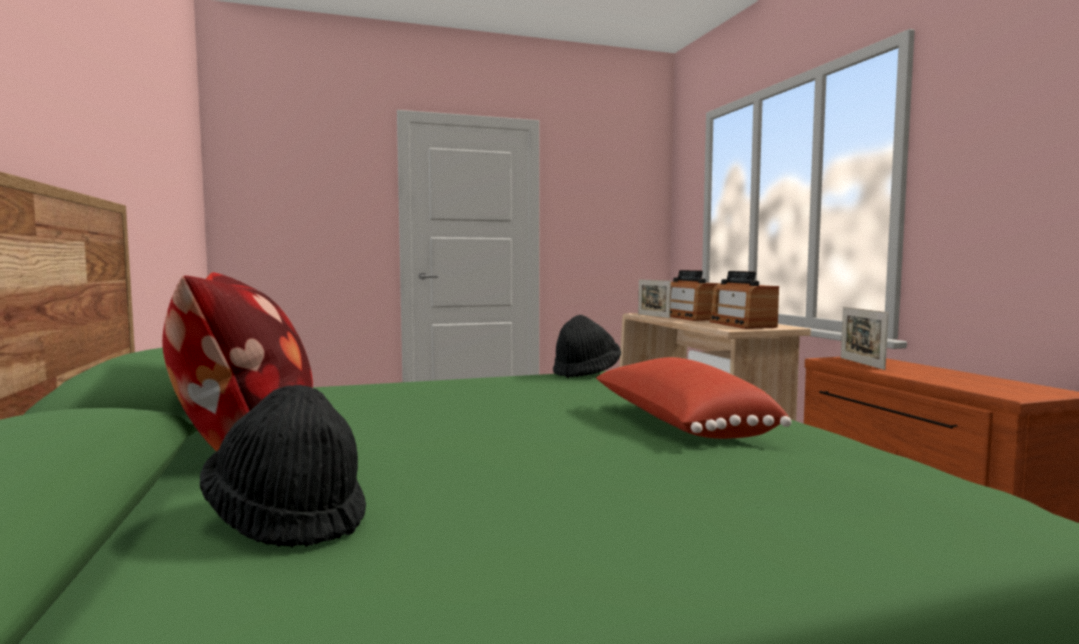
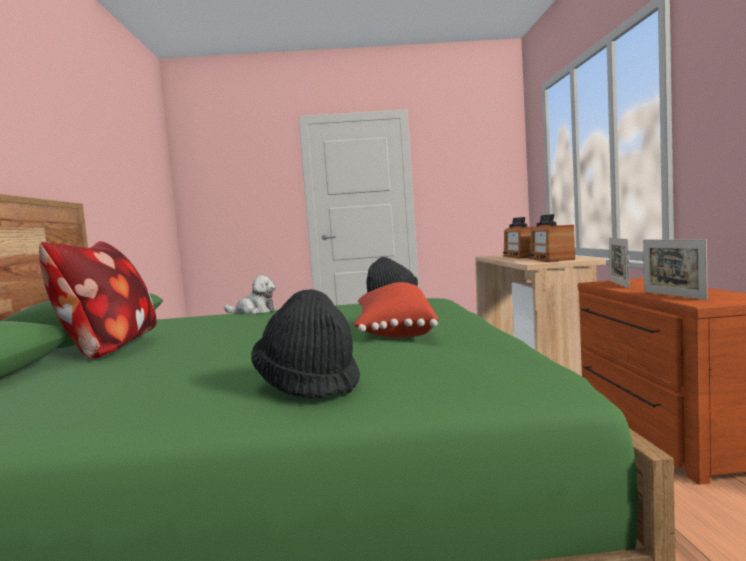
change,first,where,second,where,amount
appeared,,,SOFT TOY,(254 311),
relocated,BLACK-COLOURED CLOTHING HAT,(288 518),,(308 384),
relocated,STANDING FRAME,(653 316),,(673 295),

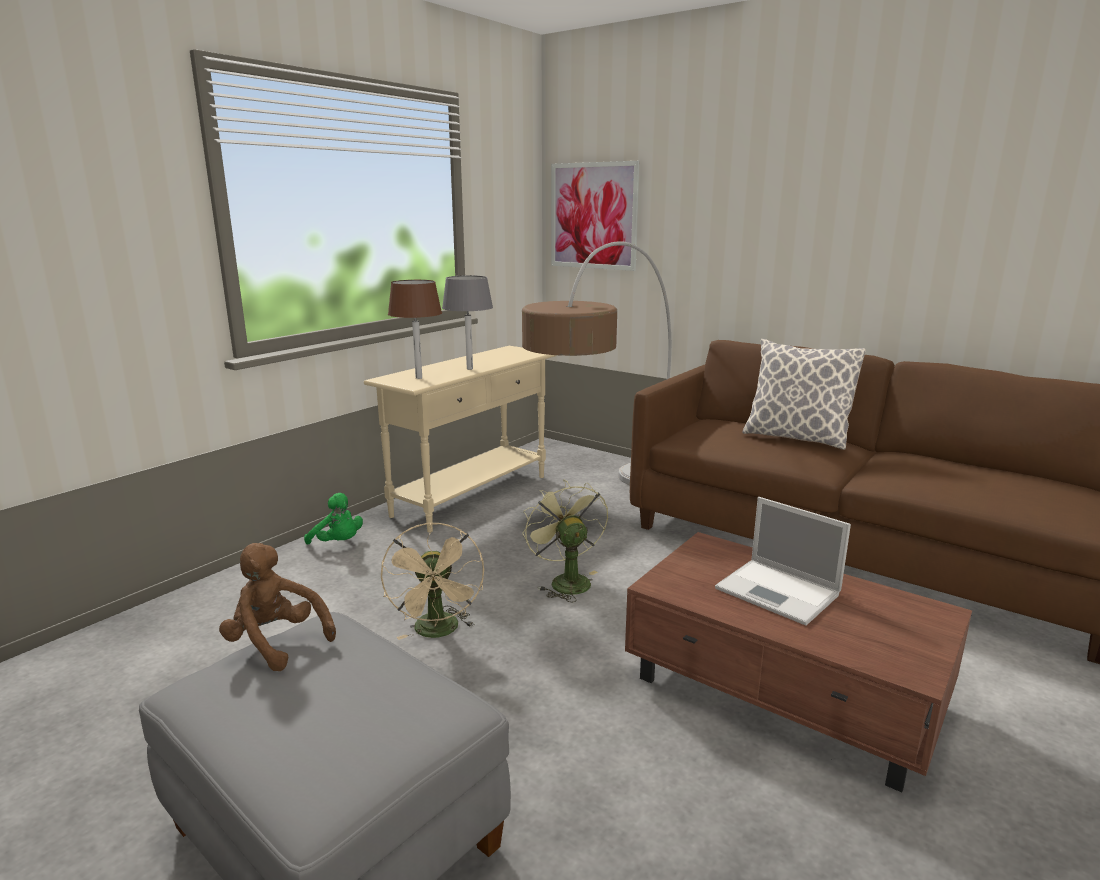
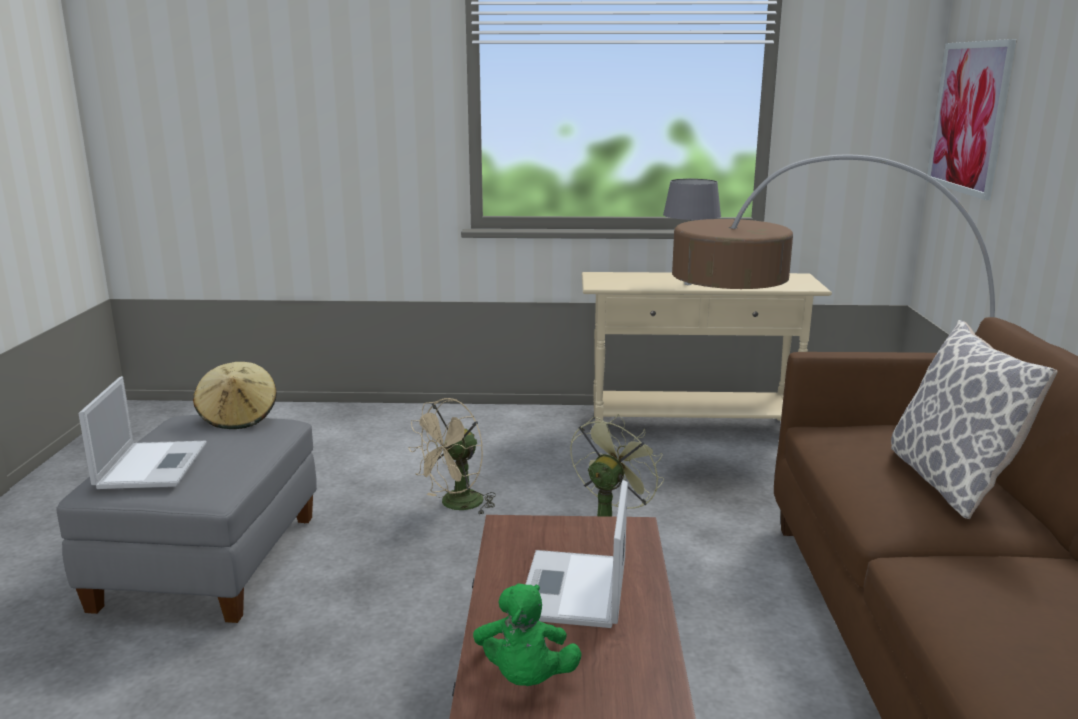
change,first,where,second,where,amount
appeared,,,NOTEBOOK COMPUTER,(152 465),
exchanged,BROWN SOFT TOY,(276 642),BEIGE-COLOURED CLOTHING HAT,(238 417),
relocated,GREENISH SOFT TOY,(338 543),,(525 678),
missing,BROWN TABLE LAMP,(419 378),,,

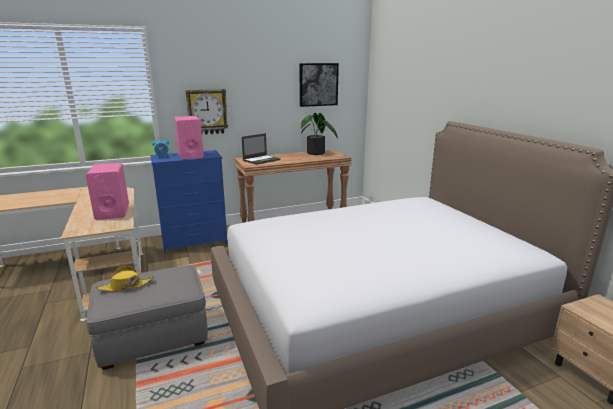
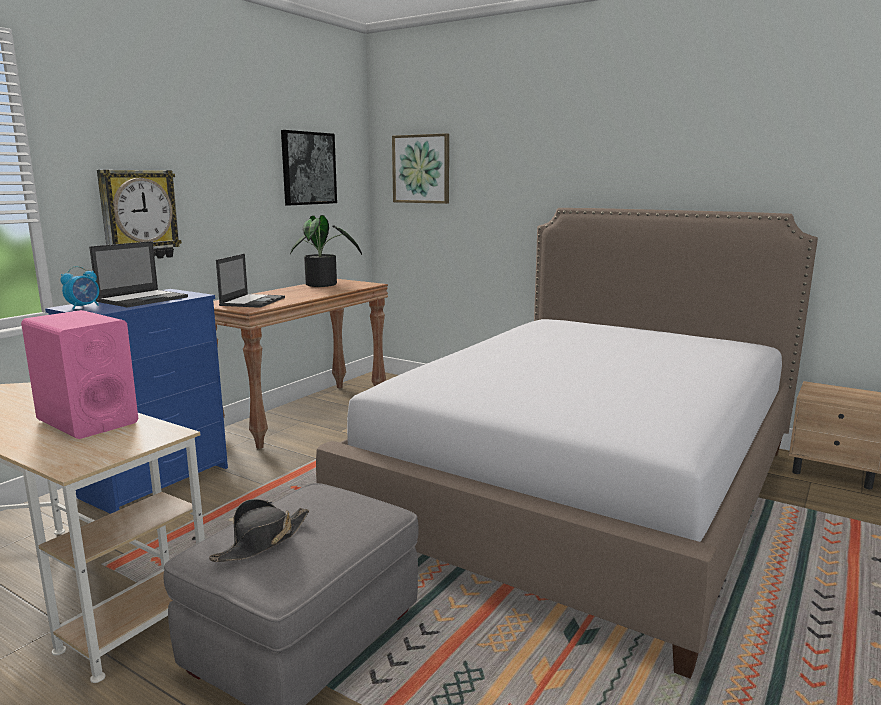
change,first,where,second,where,amount
exchanged,PINK-COLOURED AUDIO SPEAKER,(190 155),NOTEBOOK COMPUTER,(143 299),
colour,YELLOW-COLOURED CLOTHING HAT,(125 286),BLACK-COLOURED CLOTHING HAT,(262 541),
appeared,,,WALL PICTURE,(421 169),

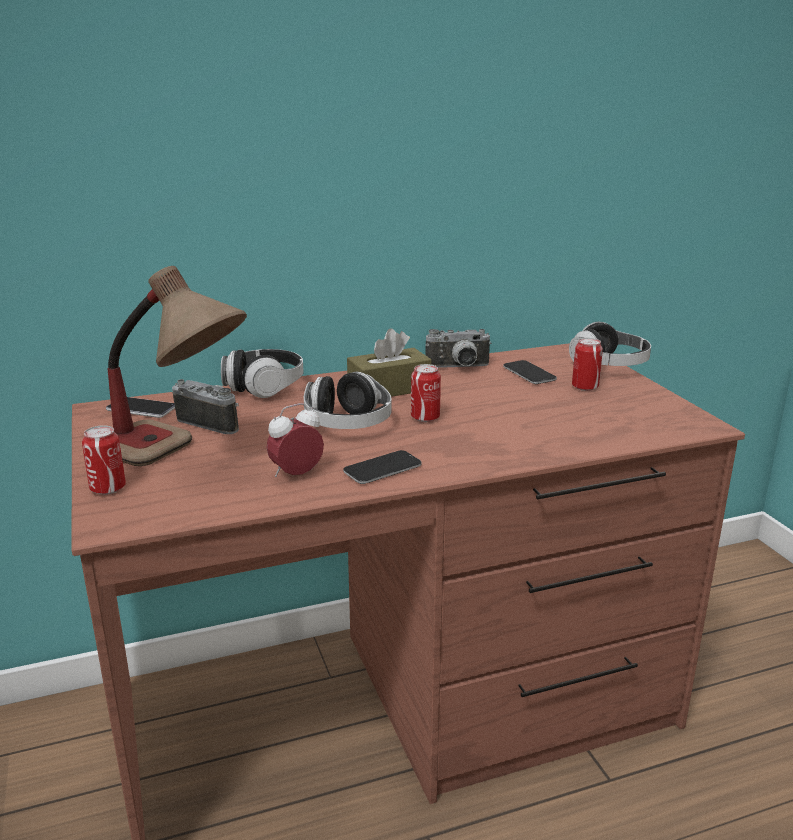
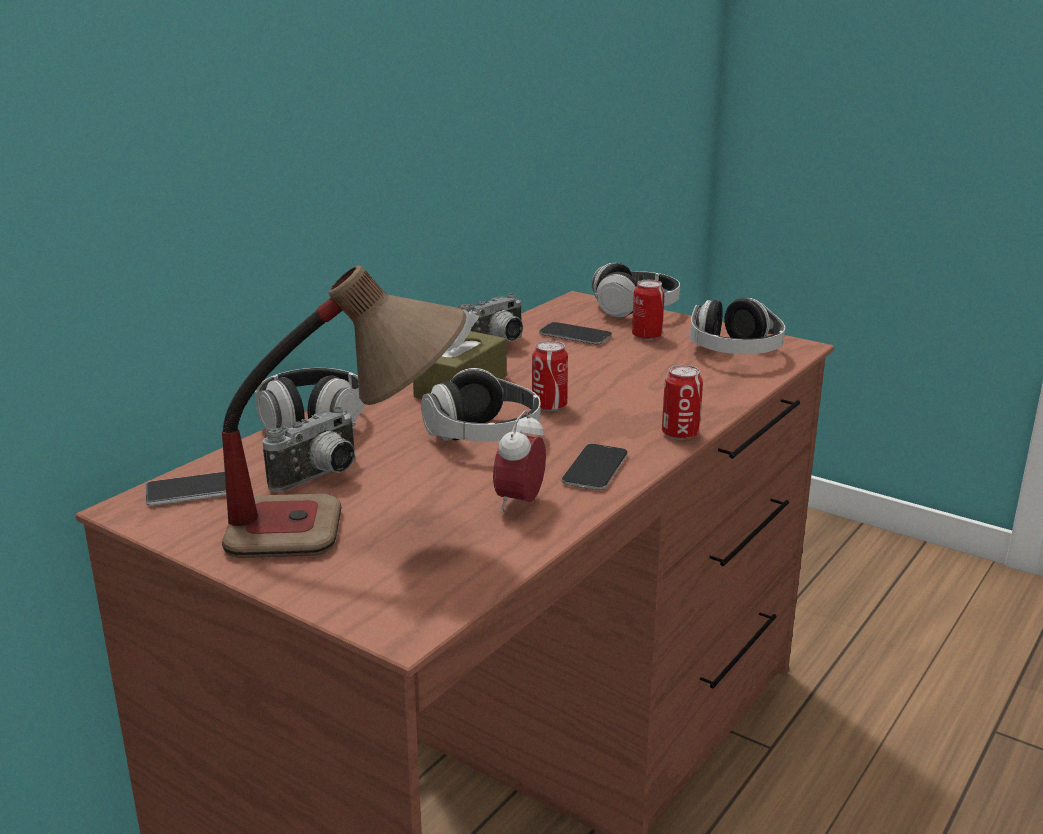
change,first,where,second,where,amount
spun,STILL CAMERA,(213 422),,(321 477),135 degrees clockwise
relocated,CAN,(108 488),,(680 434),
appeared,,,PAIR OF HEADPHONES,(734 353),

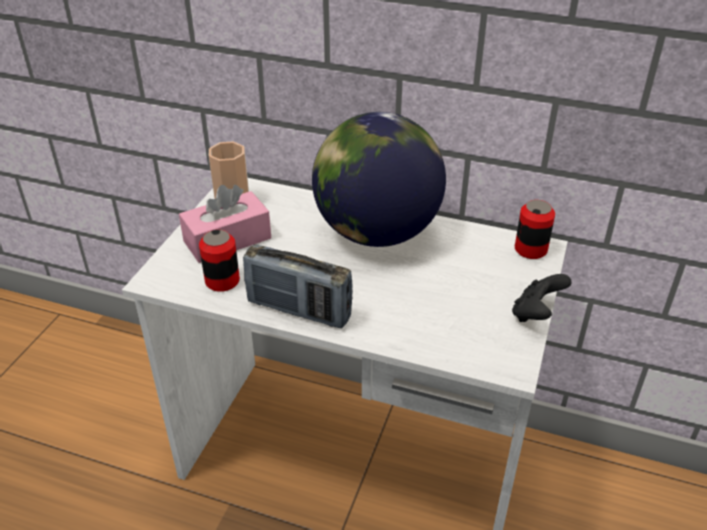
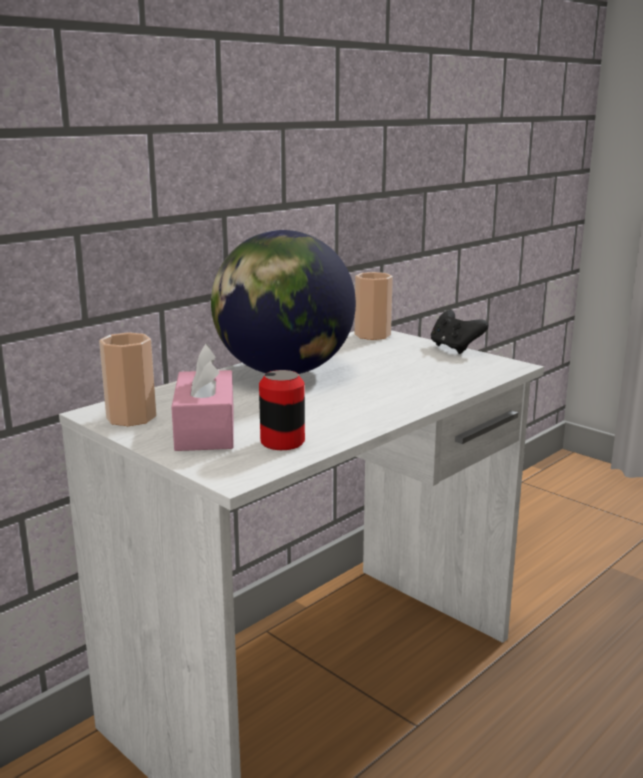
change,first,where,second,where,amount
exchanged,CAN,(530 249),DRINKING CUP,(372 335),
missing,RADIO SET,(299 310),,,

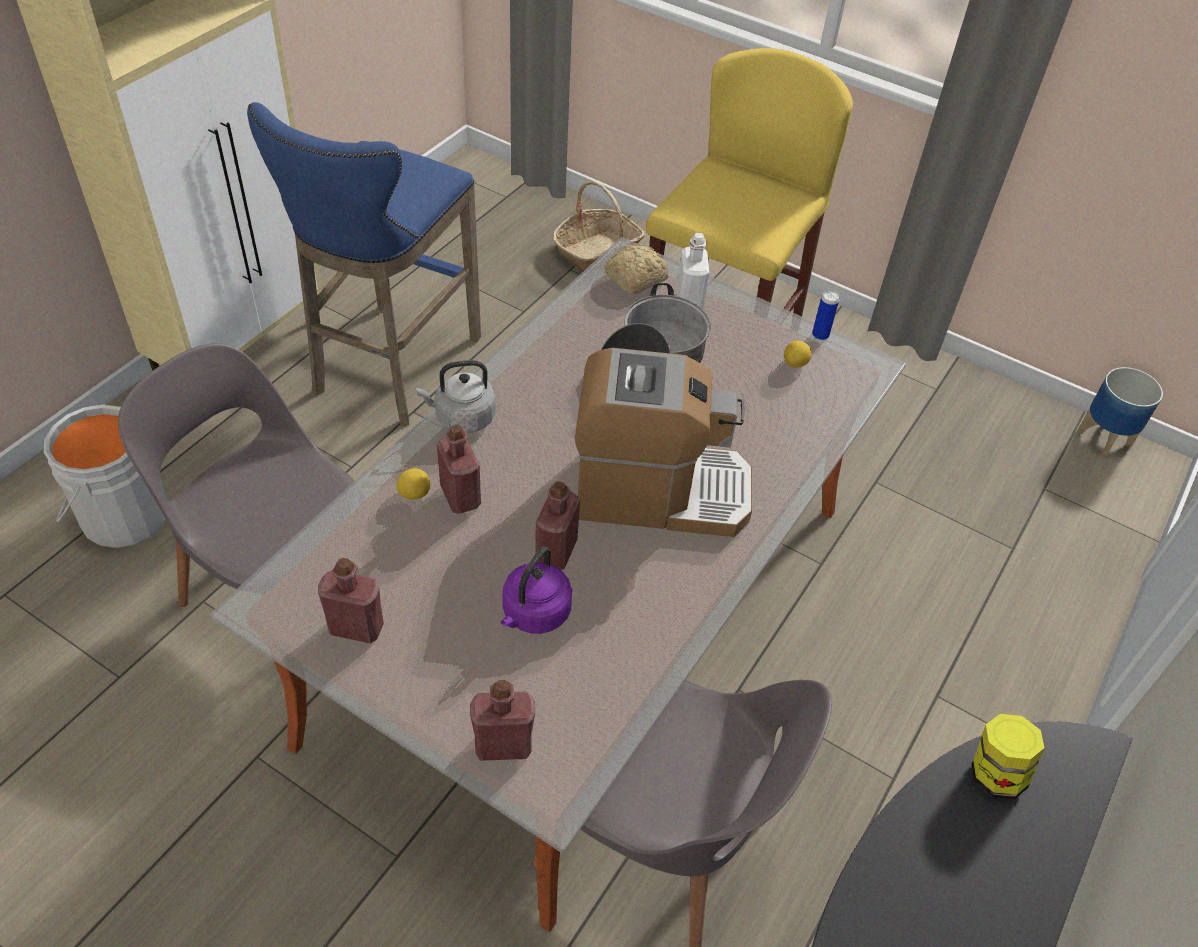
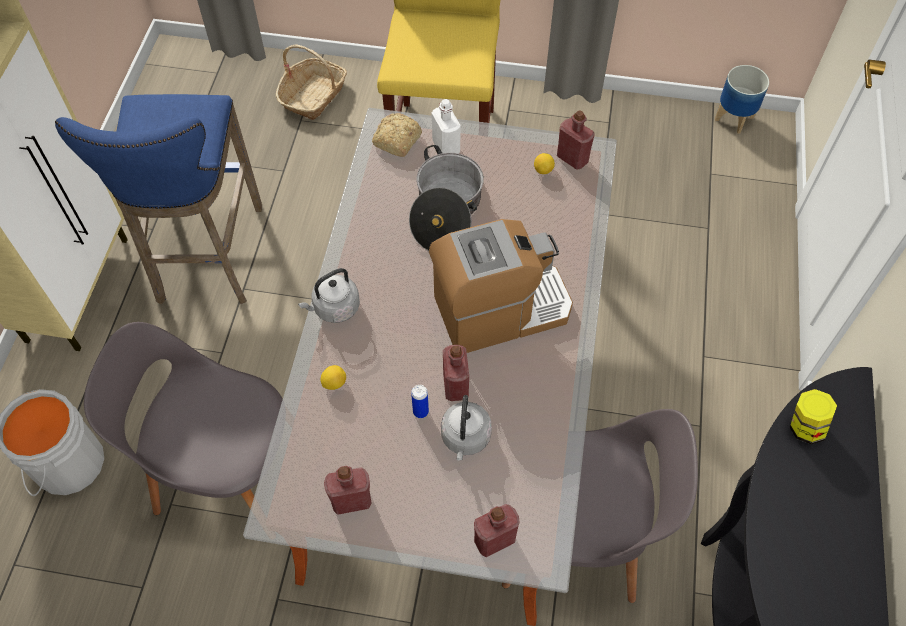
change,first,where,second,where,amount
relocated,CAN,(820 335),,(420 411),
colour,PURPLE-COLOURED KETTLE,(534 614),GRAY KETTLE,(465 438),
relocated,RED DRINK BOTTLE,(460 496),,(572 158),

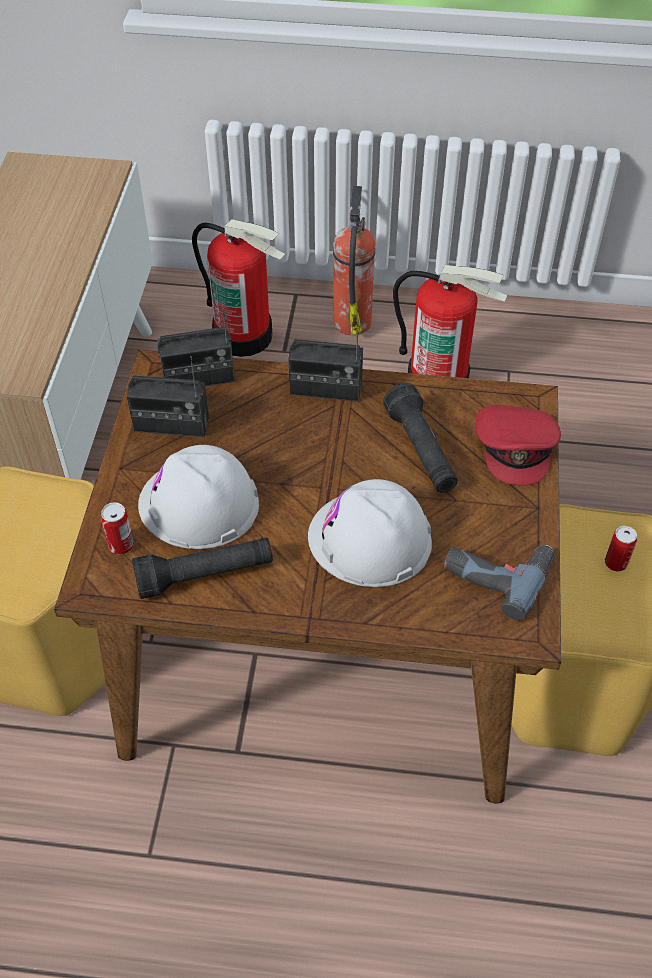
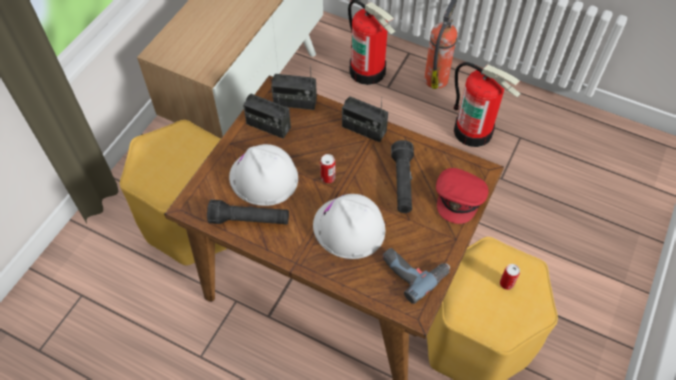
change,first,where,second,where,amount
relocated,CAN,(121 545),,(328 177),

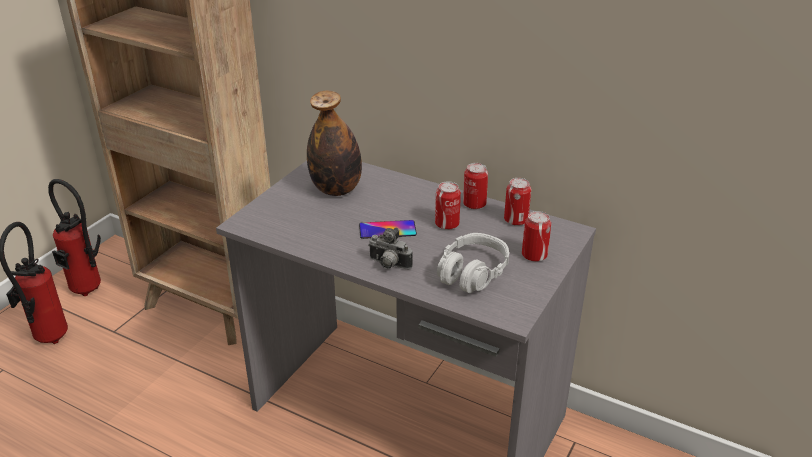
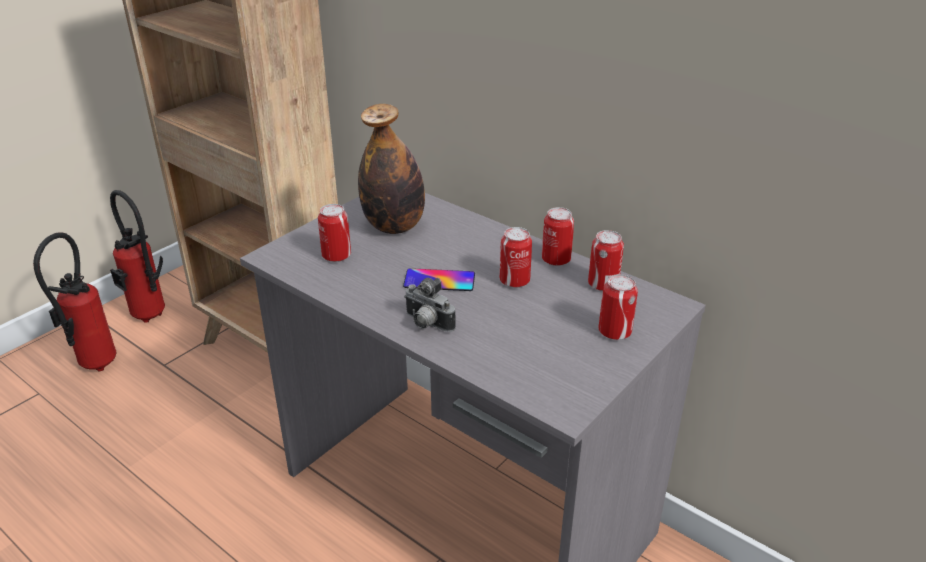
change,first,where,second,where,amount
appeared,,,CAN,(336 256),
missing,GRAY PAIR OF HEADPHONES,(472 273),,,

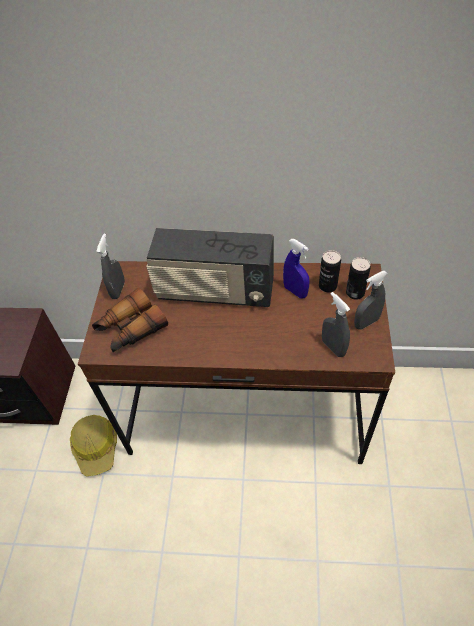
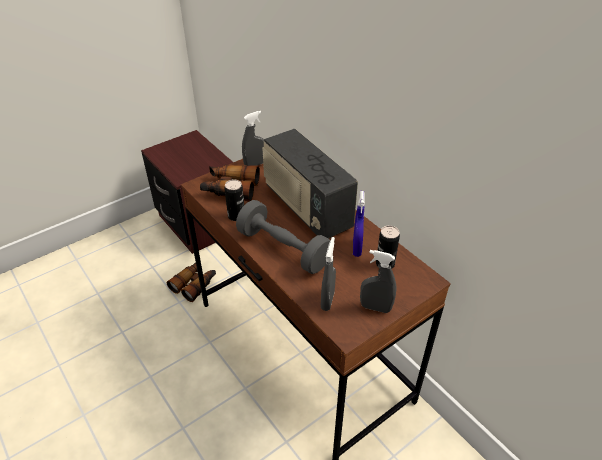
change,first,where,second,where,amount
exchanged,WORK HELMET,(96 446),FIELD GLASSES,(194 284),
relocated,CAN,(355 293),,(236 216),
appeared,,,GRAY HAND WEIGHT,(283 249),

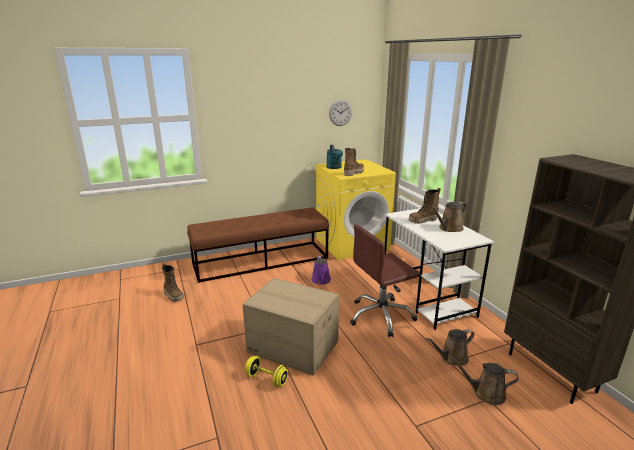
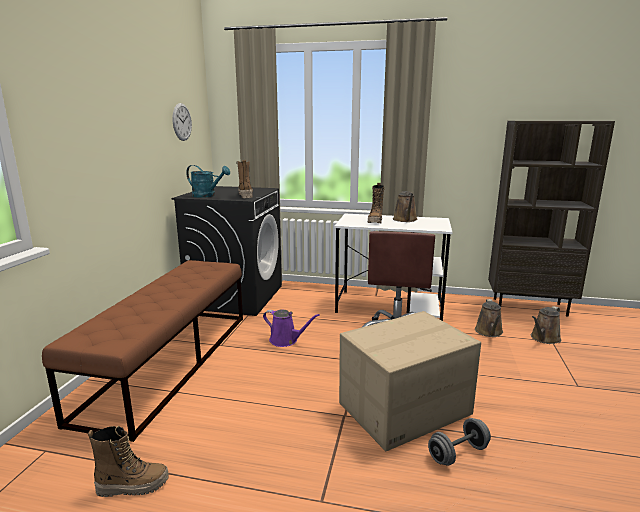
change,first,where,second,where,amount
colour,YELLOW-COLOURED WASHING MACHINE,(352 244),BLACK-COLOURED WASHING MACHINE,(236 296),
colour,YELLOW-COLOURED HAND WEIGHT,(266 379),GRAY HAND WEIGHT,(458 453),

